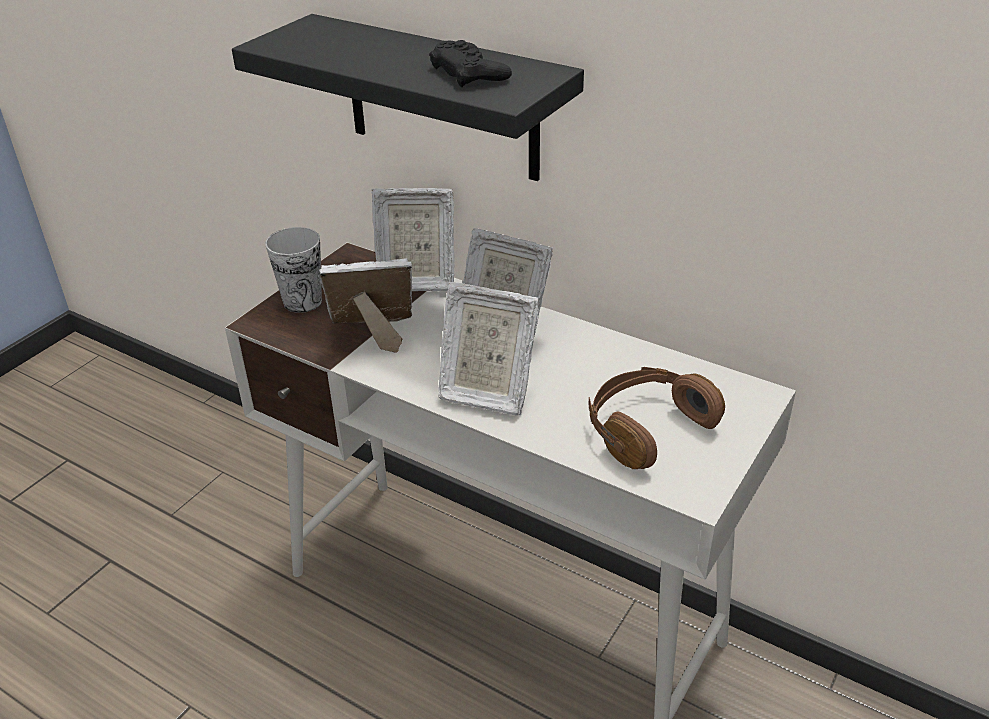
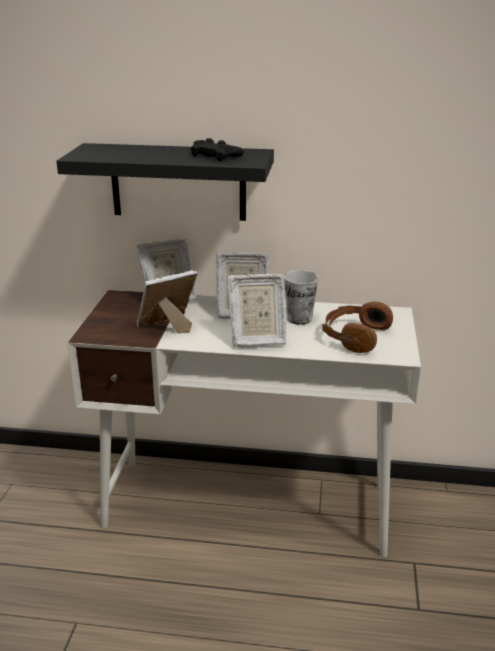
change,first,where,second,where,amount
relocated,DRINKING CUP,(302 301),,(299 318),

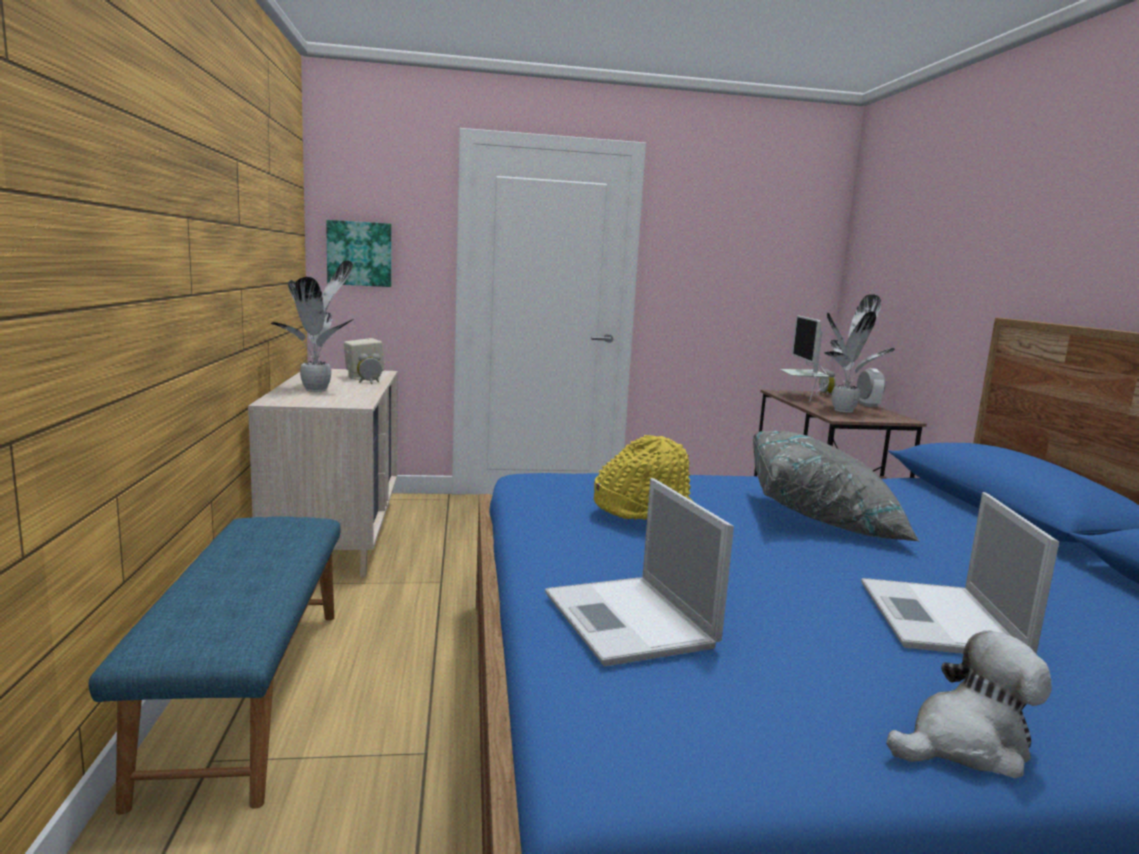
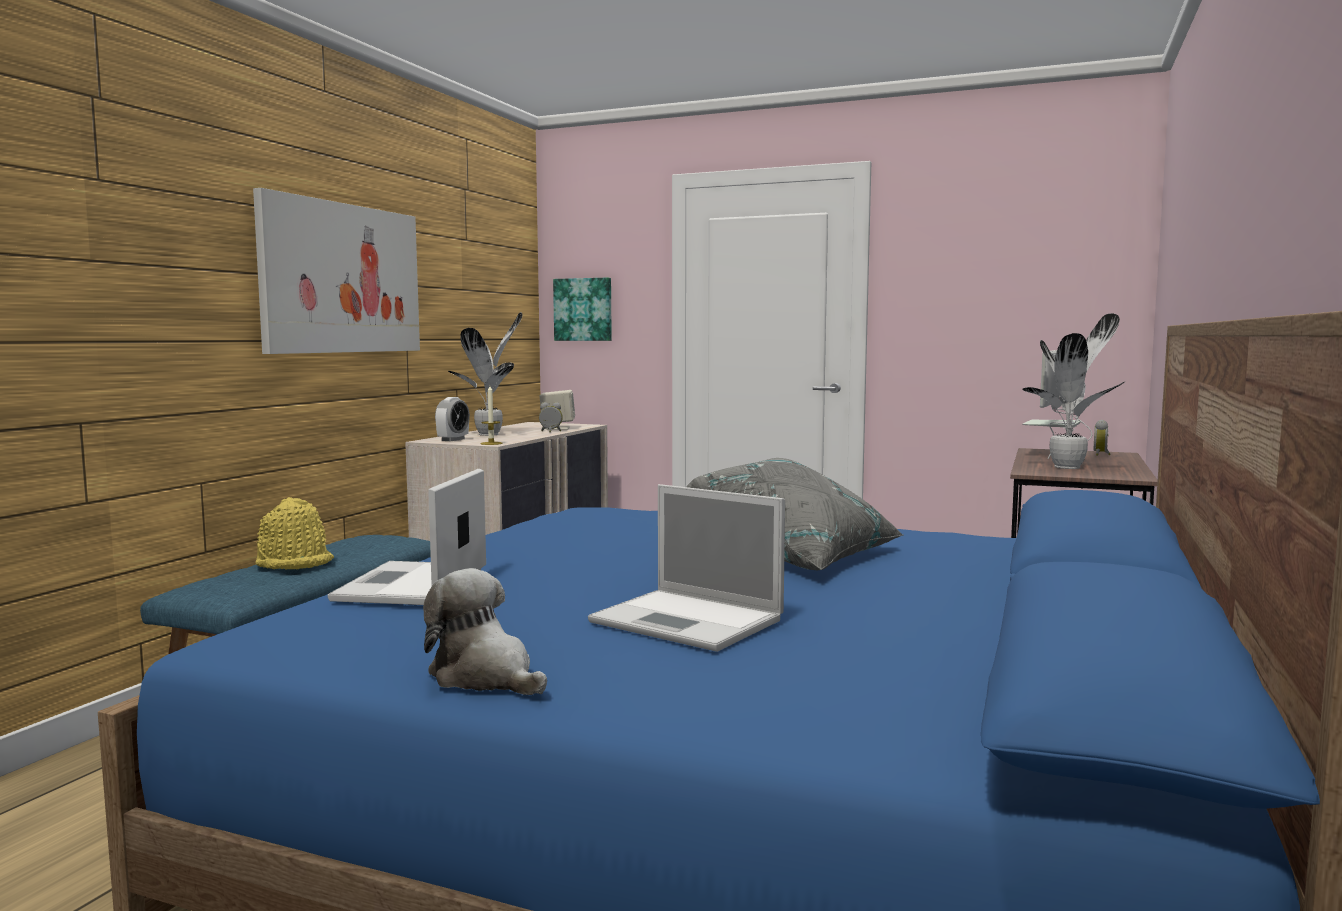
change,first,where,second,where,amount
appeared,,,WALL PICTURE,(342 278),
relocated,YELLOW-COLOURED CLOTHING HAT,(644 509),,(295 563),
spun,SOFT TOY,(966 745),,(485 677),150 degrees counterclockwise
relocated,ALARM CLOCK,(867 405),,(453 440),
appeared,,,WAX CANDLE,(491 443),
spun,NOTEBOOK COMPUTER,(941 620),,(690 621),90 degrees counterclockwise

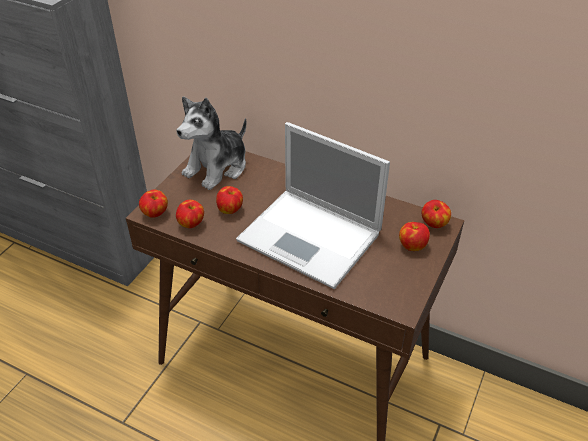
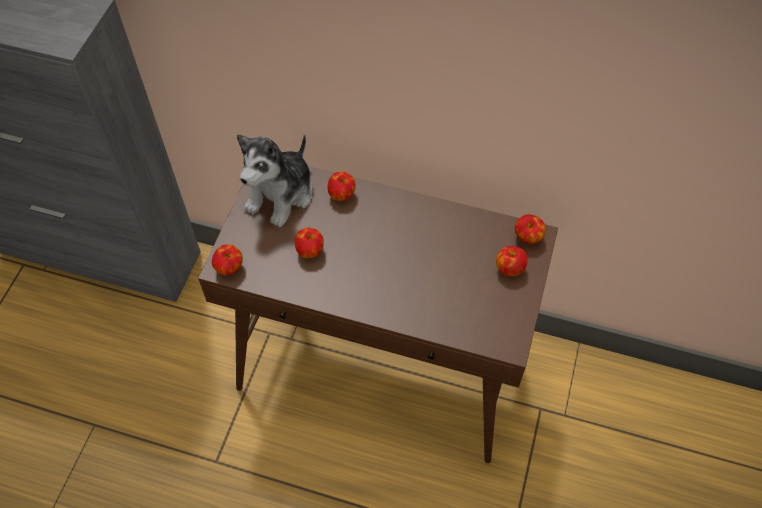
change,first,where,second,where,amount
relocated,APPLE FRUIT,(191 224),,(342 194),
missing,NOTEBOOK COMPUTER,(312 238),,,

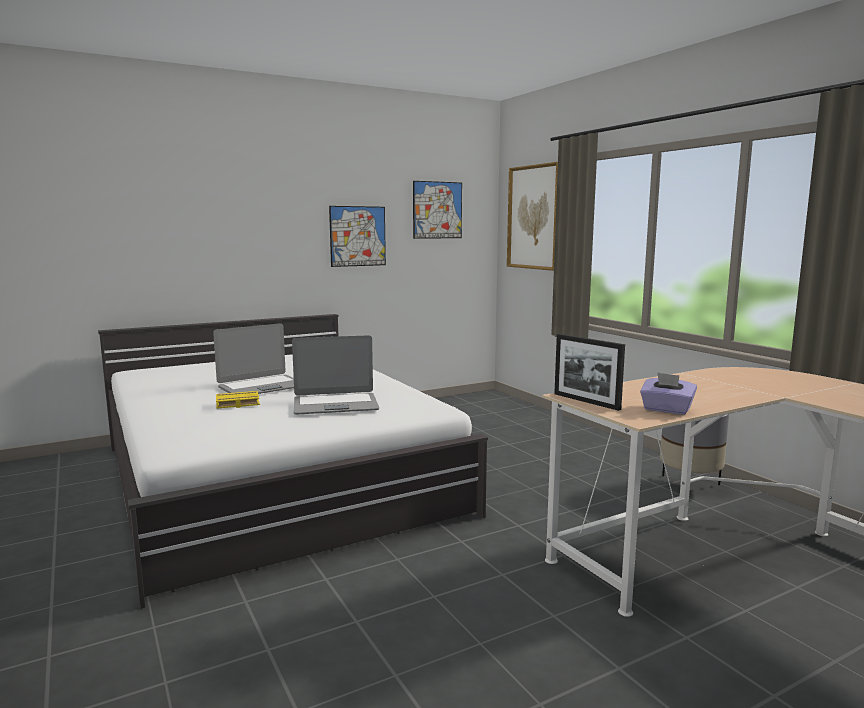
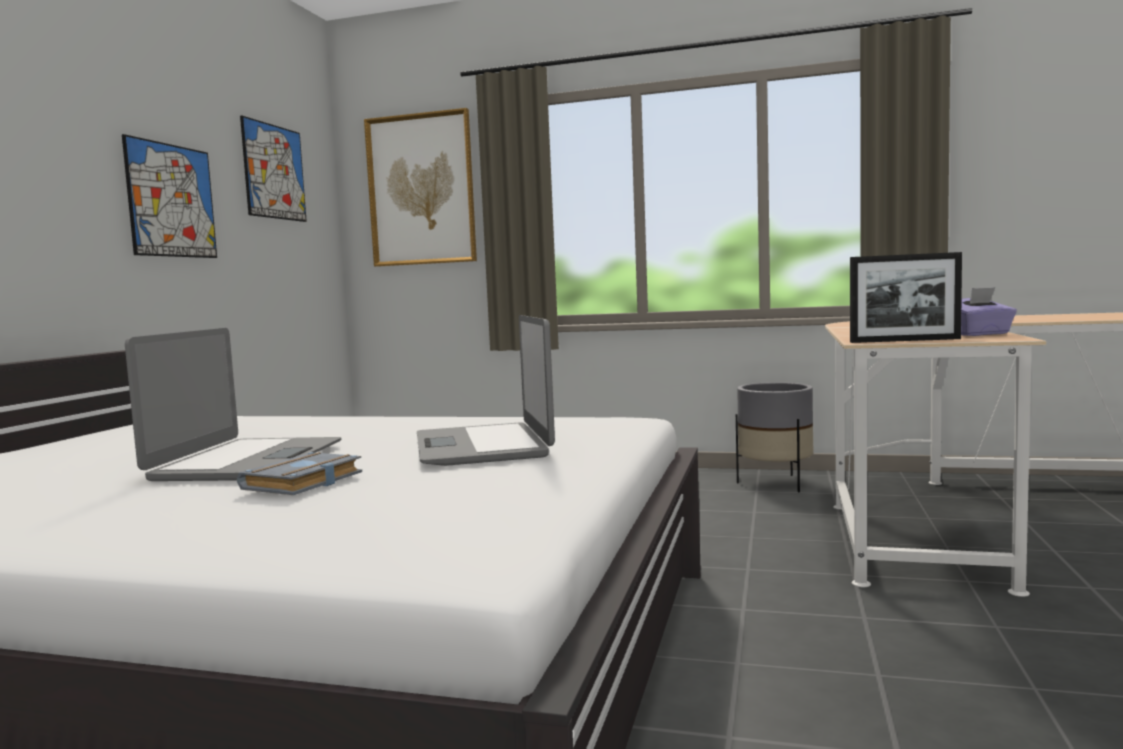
change,first,where,second,where,amount
colour,YELLOW-COLOURED BOOK,(237 404),GRAY BOOK,(303 483),
spun,NOTEBOOK COMPUTER,(335 405),,(483 446),135 degrees clockwise

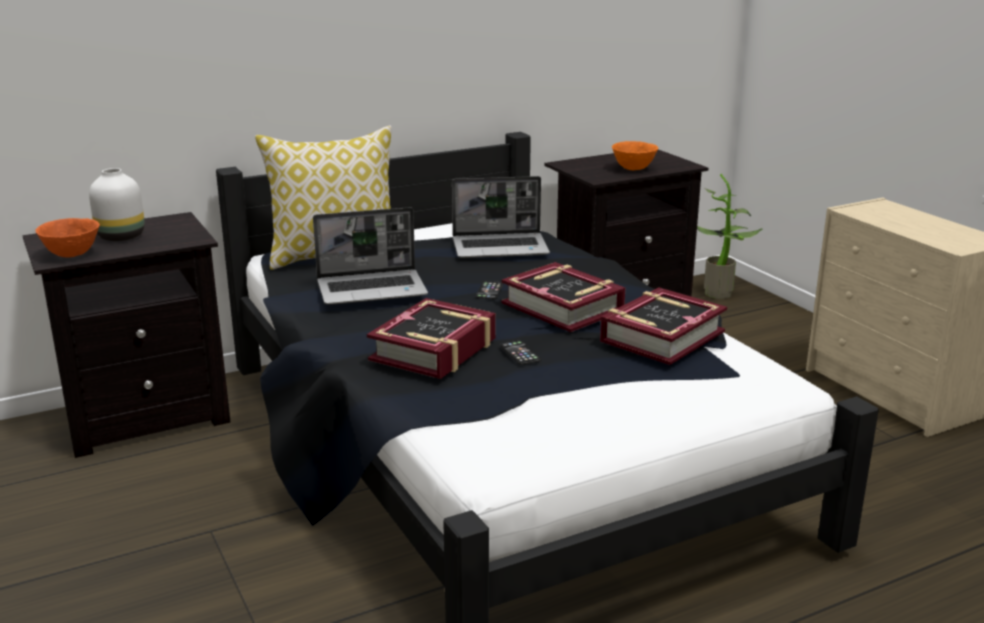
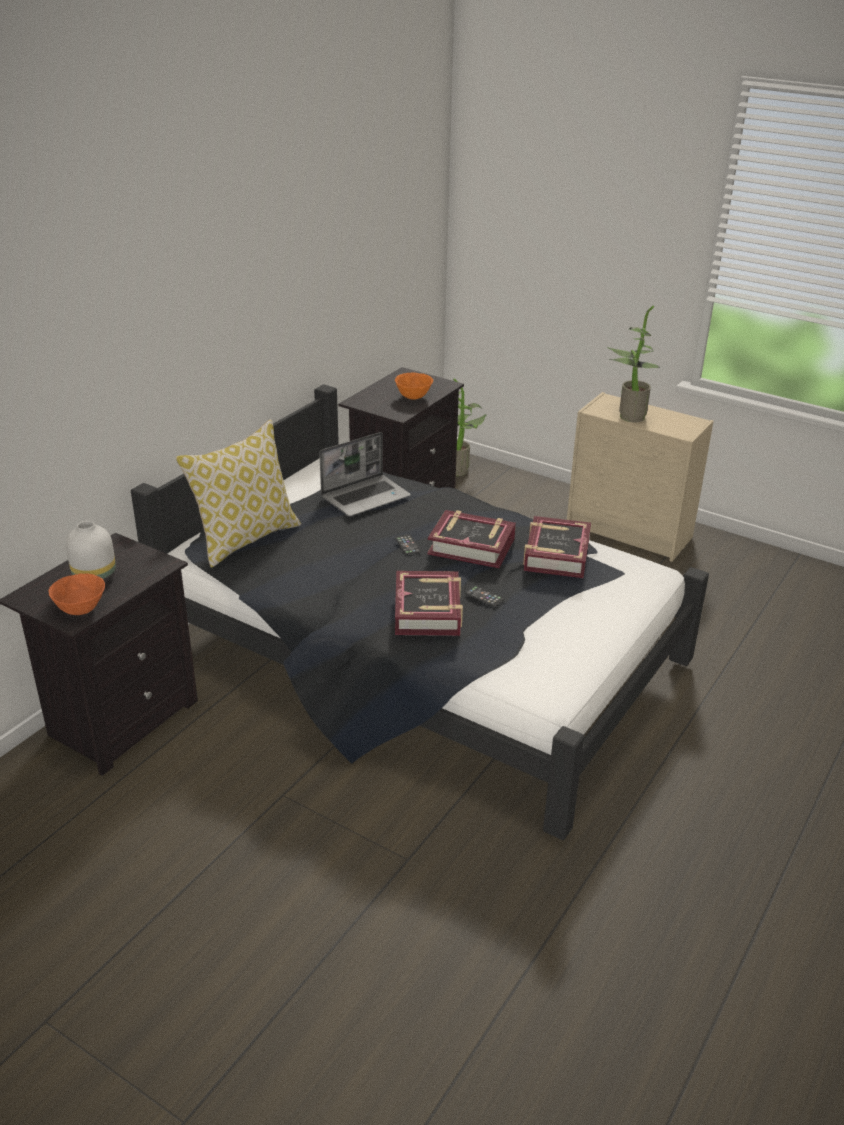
change,first,where,second,where,amount
appeared,,,PLANT IN A POT,(628 417),
missing,NOTEBOOK COMPUTER,(373 289),,,

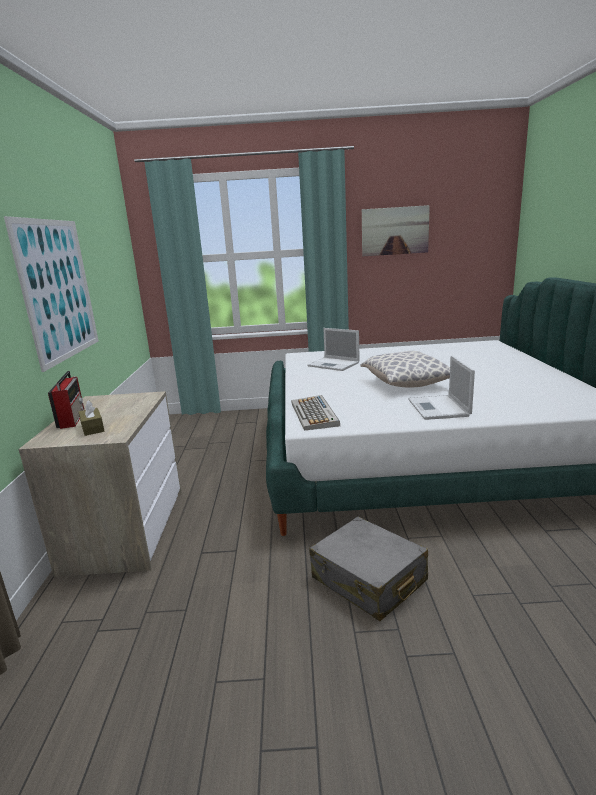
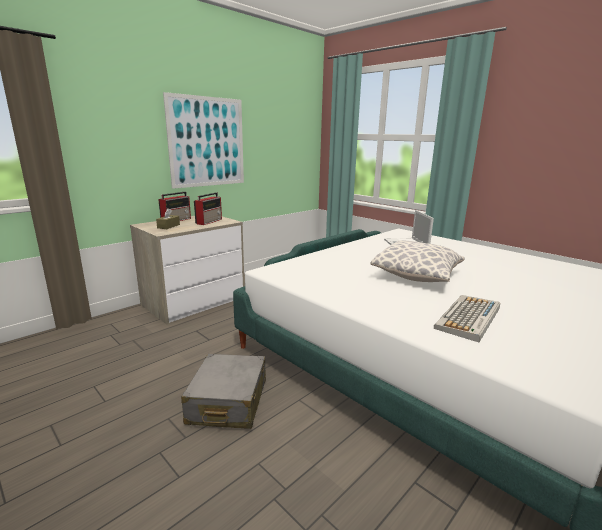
change,first,where,second,where,amount
appeared,,,RADIO SET,(209 221),
relocated,PC KEYBOARD,(314 414),,(469 318),
missing,WALL PICTURE,(395 231),,,
missing,NOTEBOOK COMPUTER,(439 408),,,

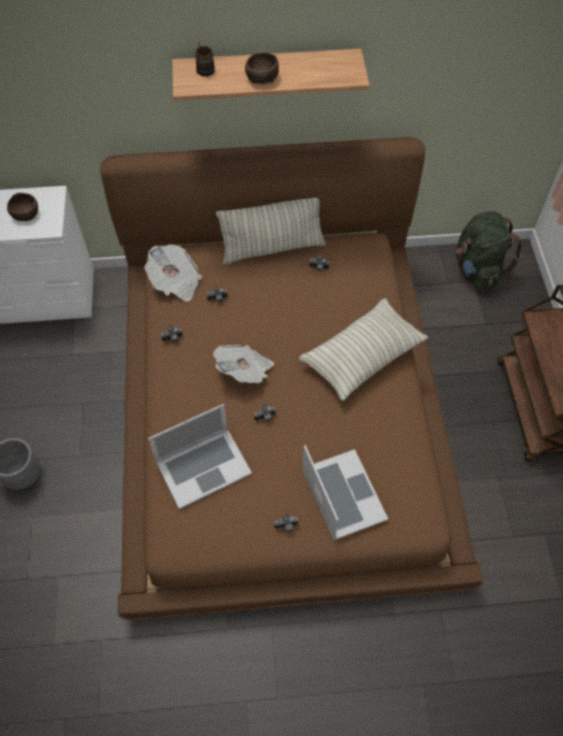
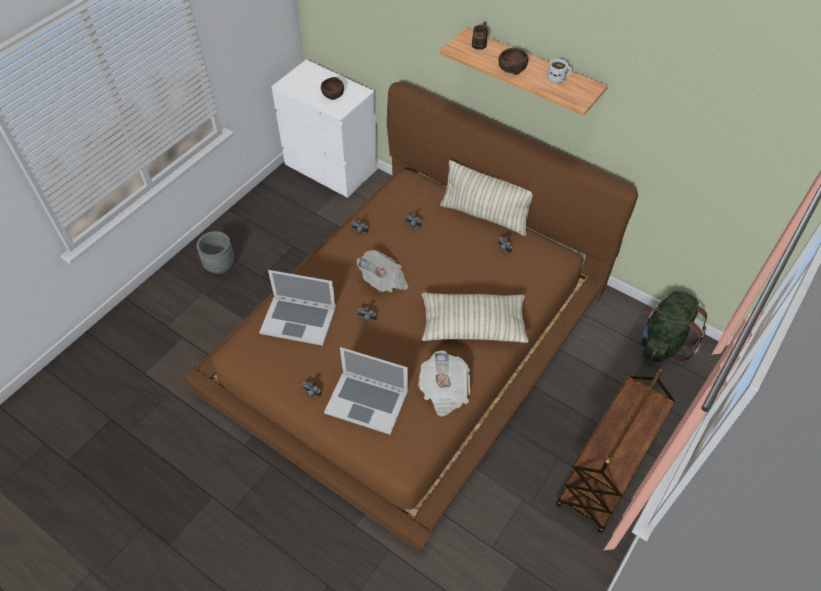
change,first,where,second,where,amount
spun,NOTEBOOK COMPUTER,(343 494),,(366 401),90 degrees clockwise
relocated,NEWSPAPER,(175 282),,(444 391),
appeared,,,WHITISH TEA MUG,(557 78),

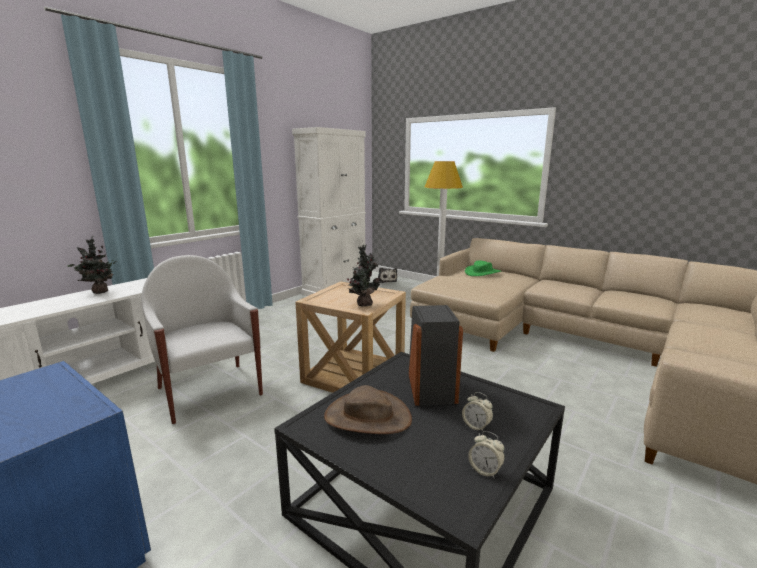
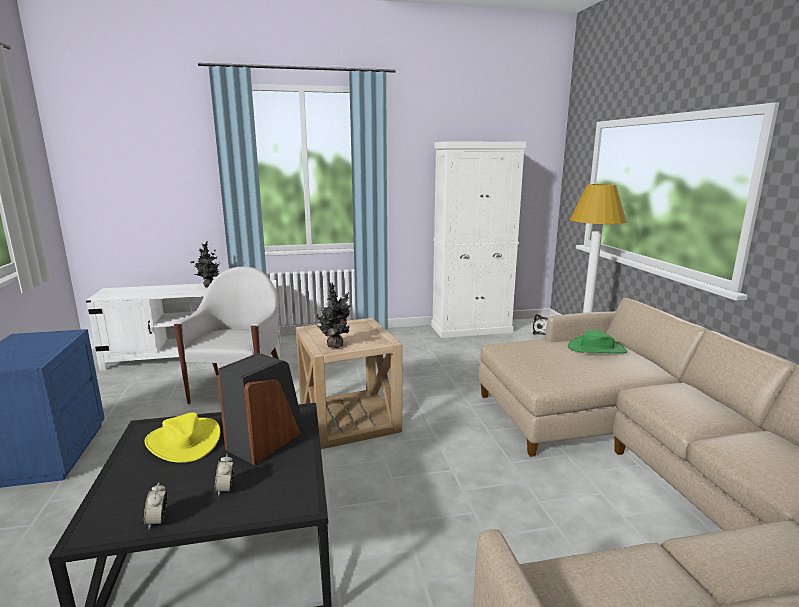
change,first,where,second,where,amount
colour,BROWN CLOTHING HAT,(367 417),YELLOW-COLOURED CLOTHING HAT,(184 441),

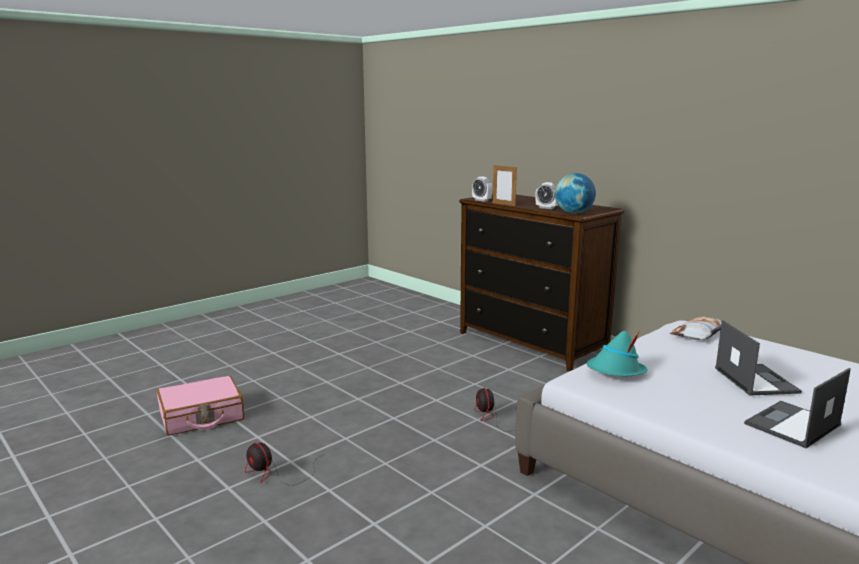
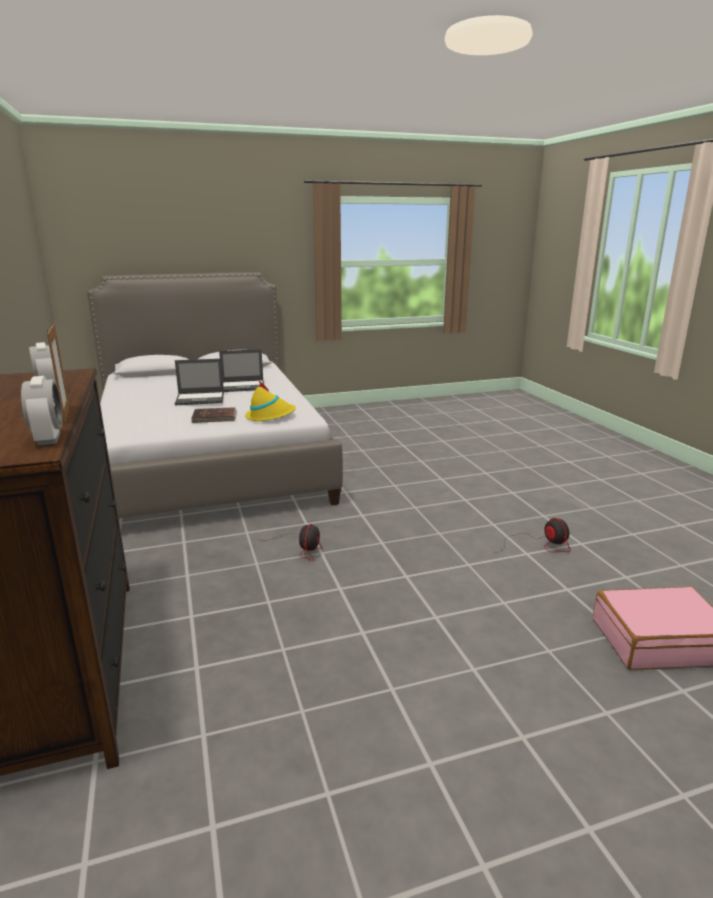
change,first,where,second,where,amount
spun,NOTEBOOK COMPUTER,(755 380),,(201 399),120 degrees counterclockwise
appeared,,,BROWN BOOK,(214 417),
colour,TURQUOISE-COLOURED CLOTHING HAT,(615 371),YELLOW-COLOURED CLOTHING HAT,(270 416),
missing,DESK GLOBE,(574 213),,,
missing,PILLOW,(699 334),,,

